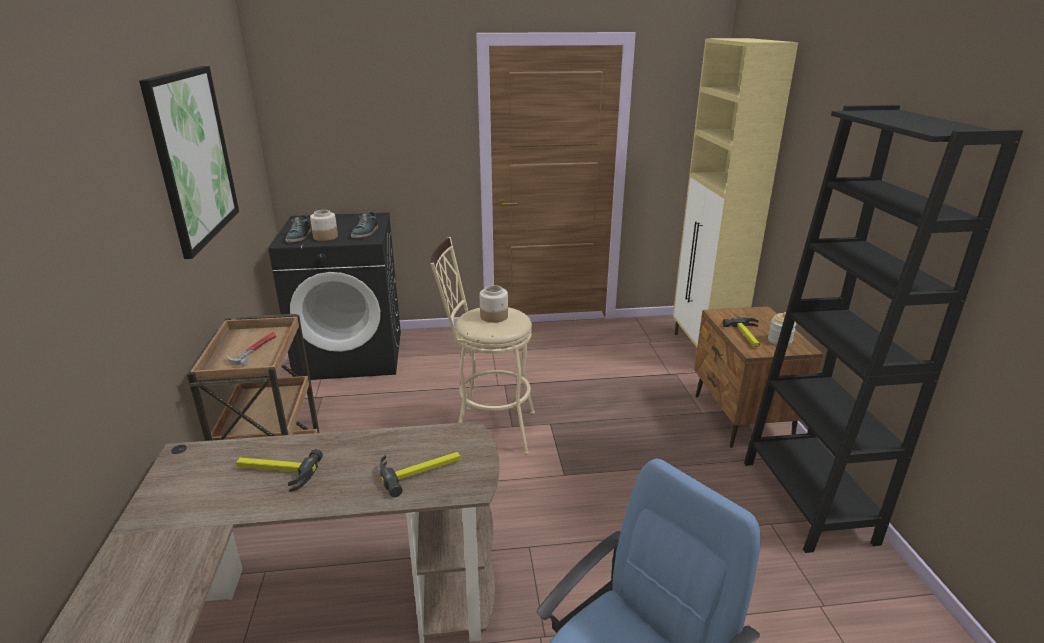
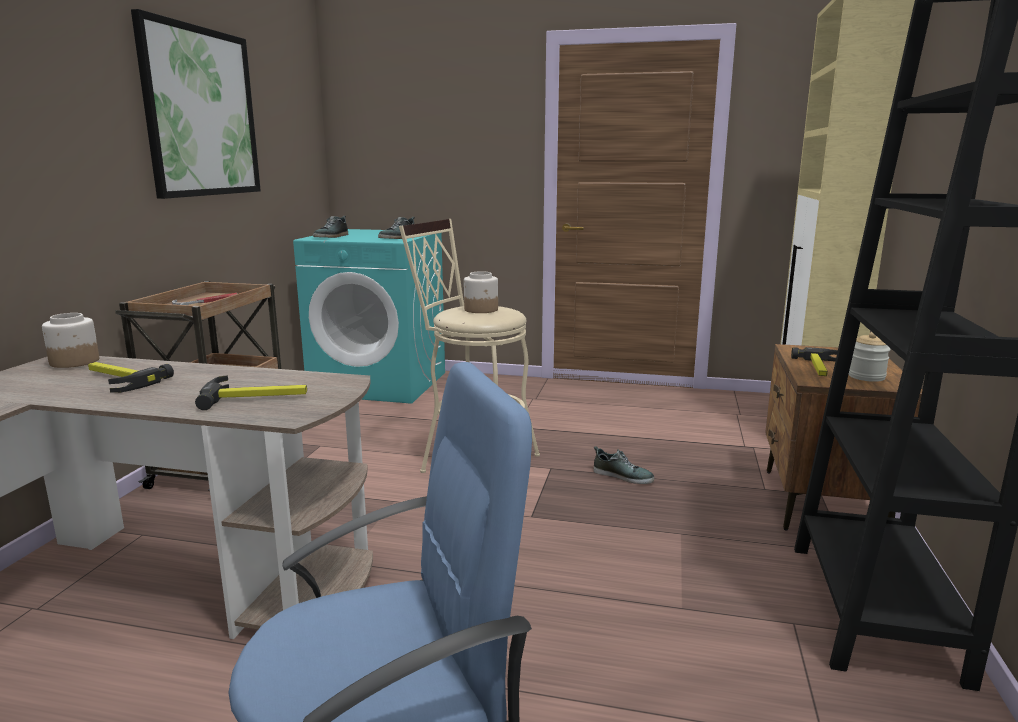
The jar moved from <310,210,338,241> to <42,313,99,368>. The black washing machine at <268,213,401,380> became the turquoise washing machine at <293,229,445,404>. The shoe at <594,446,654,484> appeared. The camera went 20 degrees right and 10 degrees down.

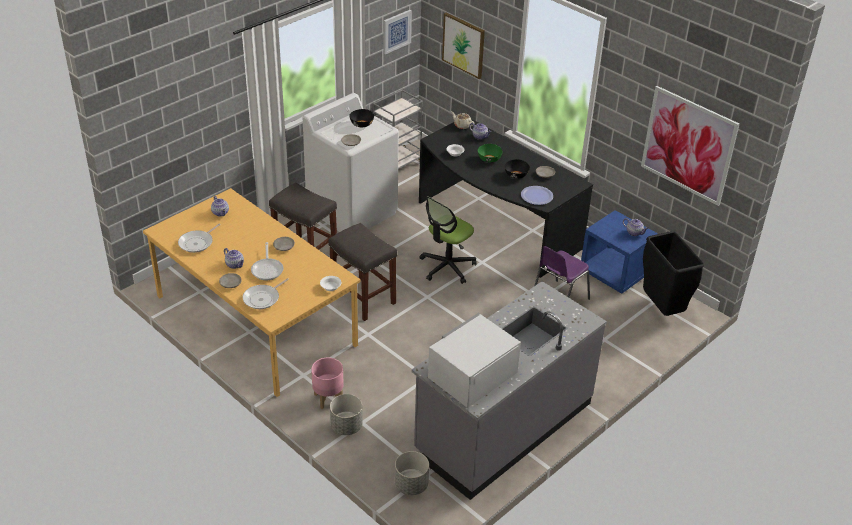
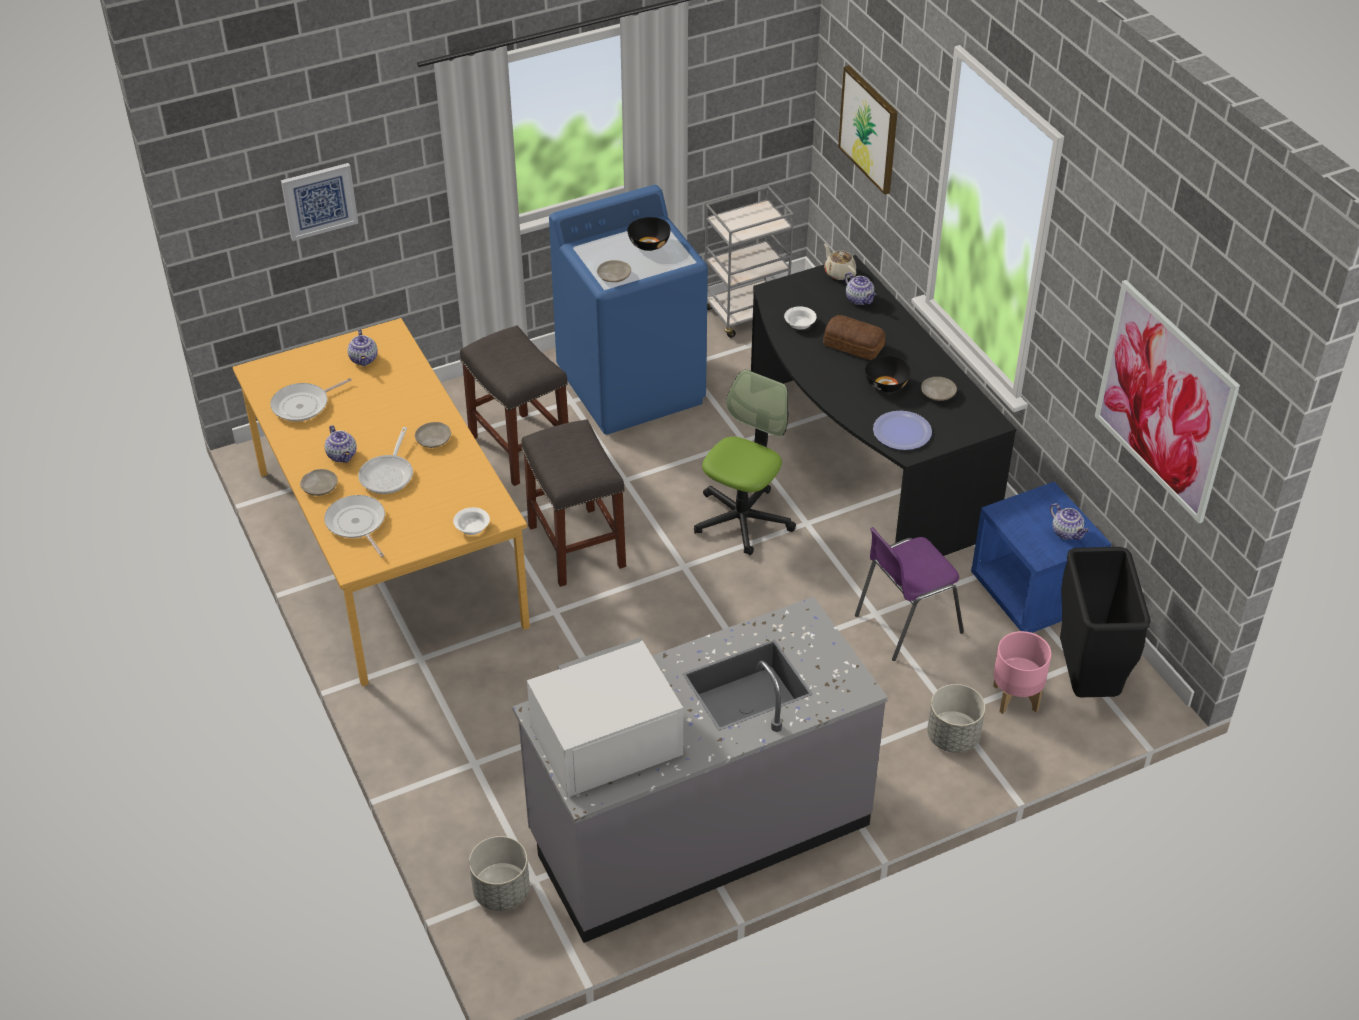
The picture moved from <383,10,412,54> to <281,163,358,241>. The frying pan at <243,278,289,309> turned 90 degrees clockwise. The white washing machine at <303,93,399,232> became the blue washing machine at <549,185,708,435>. The office chair at <419,196,477,284> turned 150 degrees clockwise. The green bowl at <478,144,503,163> was replaced by the bread at <823,315,885,360>. The grey planter moved from <330,394,363,435> to <927,684,985,753>. The pink planter moved from <311,357,344,409> to <993,631,1051,714>. The camera went 20 degrees right and 5 degrees up.

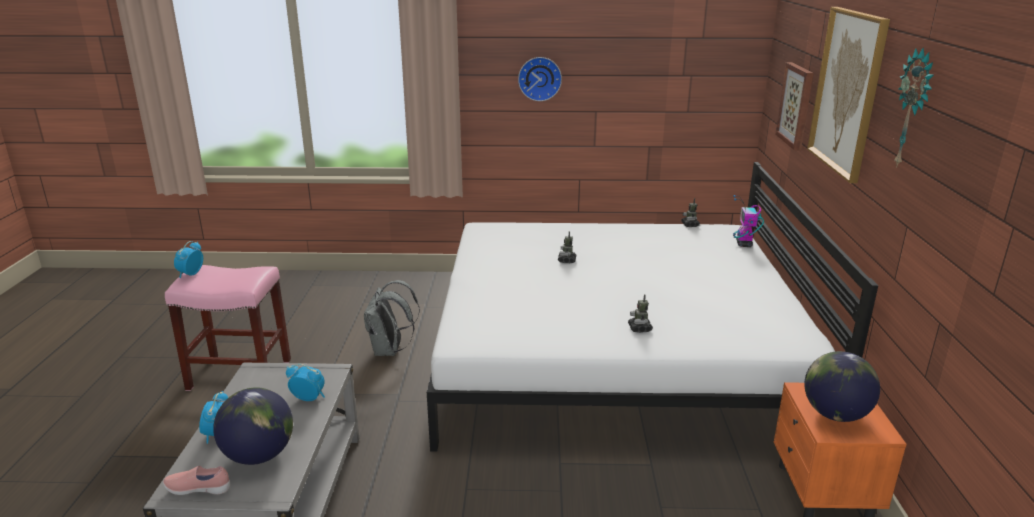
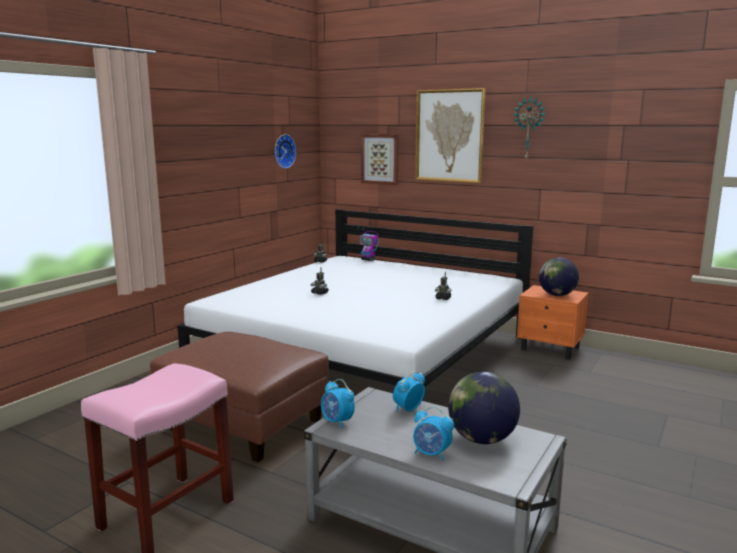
The grey backpack at <364,280,420,356> was replaced by the brown ottoman at <150,332,329,462>. The wall clock moved from <518,57,562,101> to <275,134,296,169>. The alarm clock moved from <174,241,203,278> to <321,379,355,428>. The pink shoe at <163,466,231,495> disappeared. The camera went 60 degrees left and 10 degrees down.

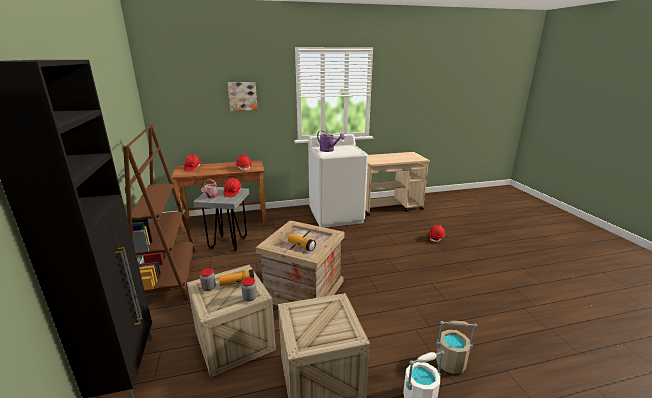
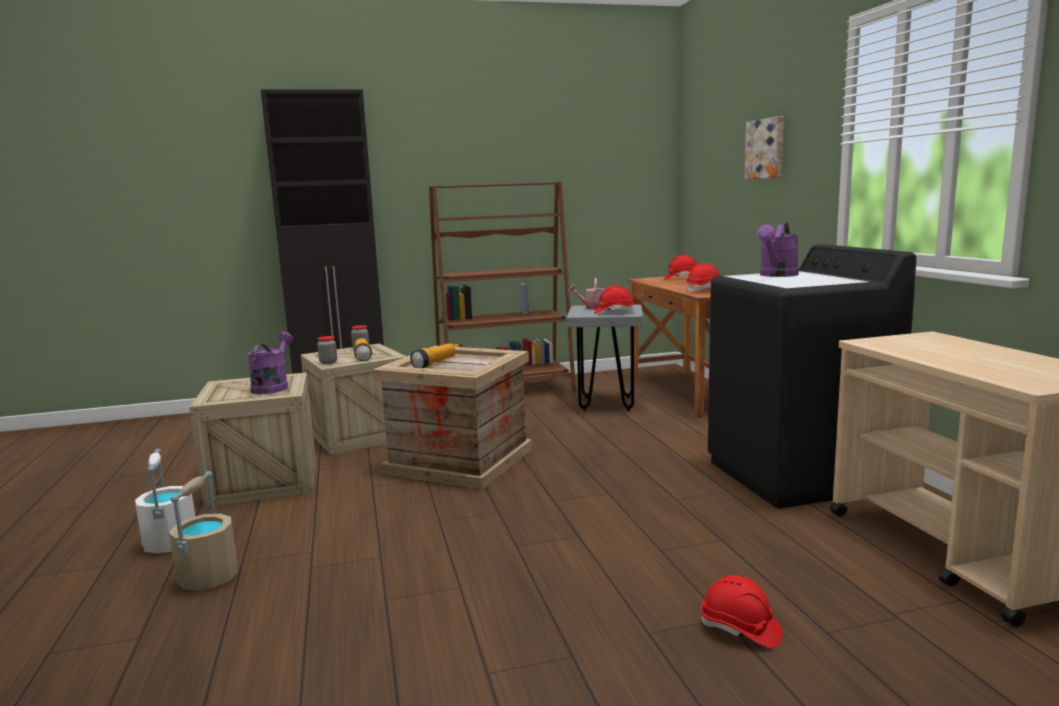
The purple watering can at <247,332,293,394> appeared. The white washing machine at <308,134,368,228> became the black washing machine at <708,244,916,509>. The camera went 90 degrees right and 10 degrees down.

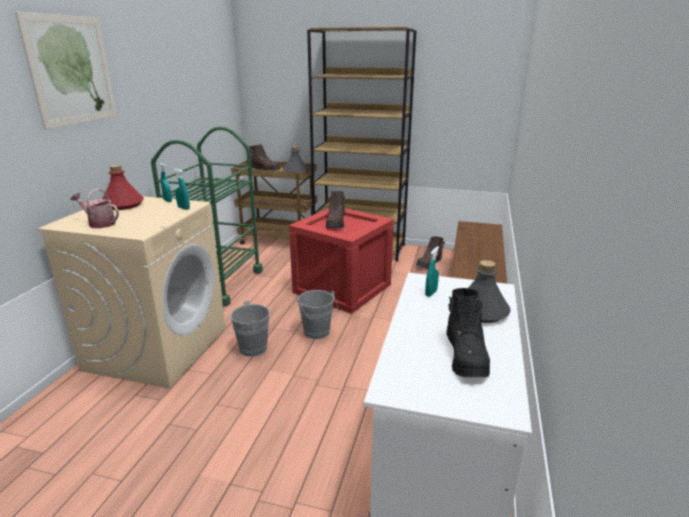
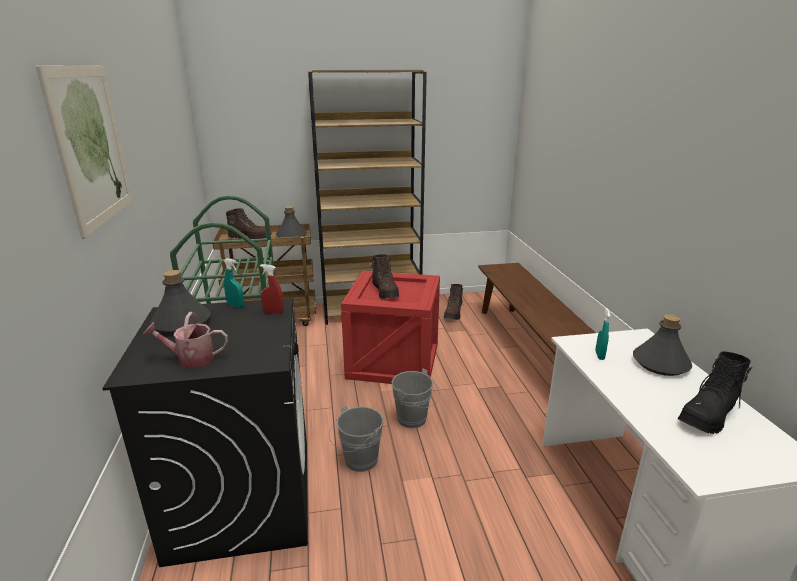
The beige washing machine at <37,196,225,388> became the black washing machine at <102,298,308,567>. The red bottle at <102,165,144,210> became the grey bottle at <150,270,210,334>. The turquoise spray bottle at <174,169,190,210> became the red spray bottle at <260,264,284,314>. The black boot at <446,288,490,377> turned 75 degrees clockwise. The camera went 25 degrees left and 0 degrees up.

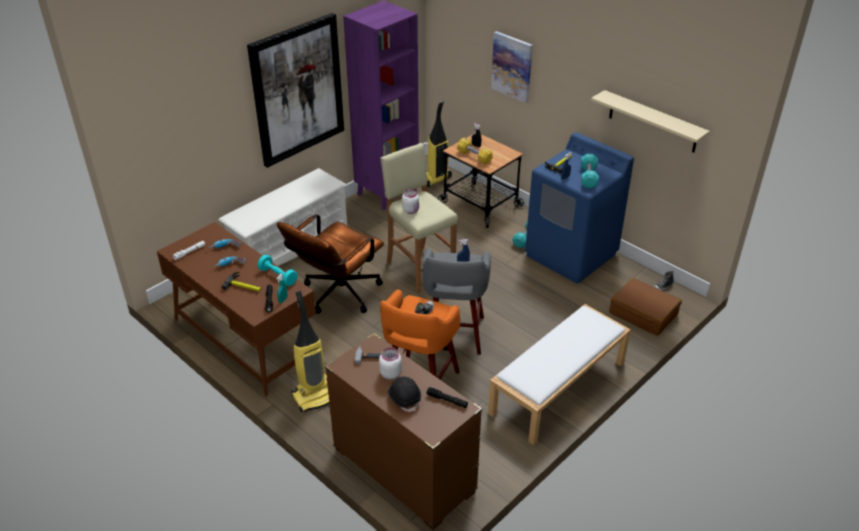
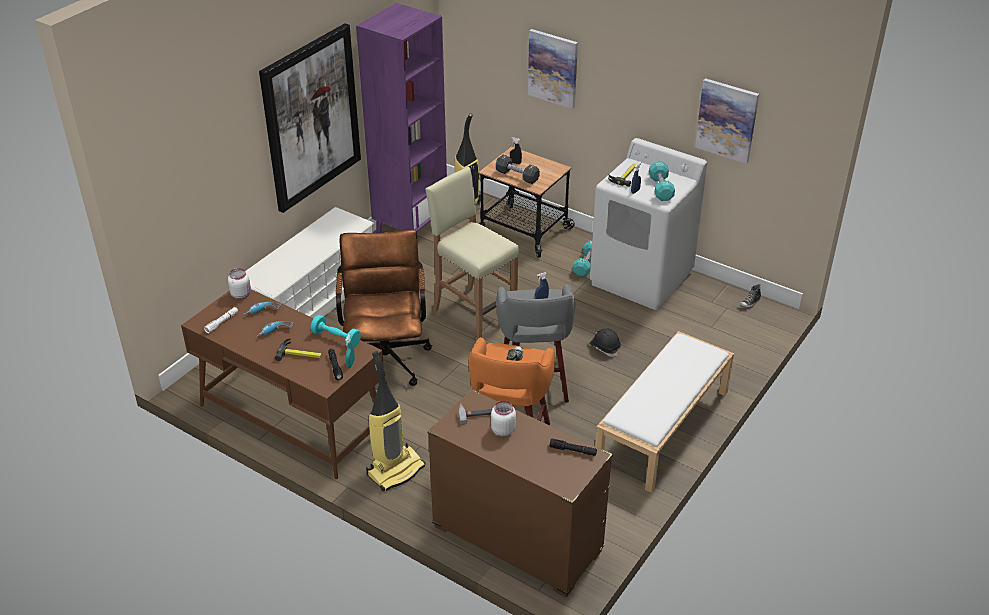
The white jar moved from <402,189,419,214> to <228,268,251,299>. The brown office chair at <277,214,384,314> turned 150 degrees clockwise. The yellow dumbbell at <457,137,493,165> became the black dumbbell at <496,155,540,184>. The black hard hat moved from <387,377,421,412> to <589,328,621,357>. The blue washing machine at <525,132,634,283> became the white washing machine at <590,138,707,310>. The beige shelf at <591,90,710,153> was replaced by the picture at <695,78,759,164>. The brown suitcase at <609,278,682,336> disappeared. The camera went 10 degrees left and 0 degrees up.

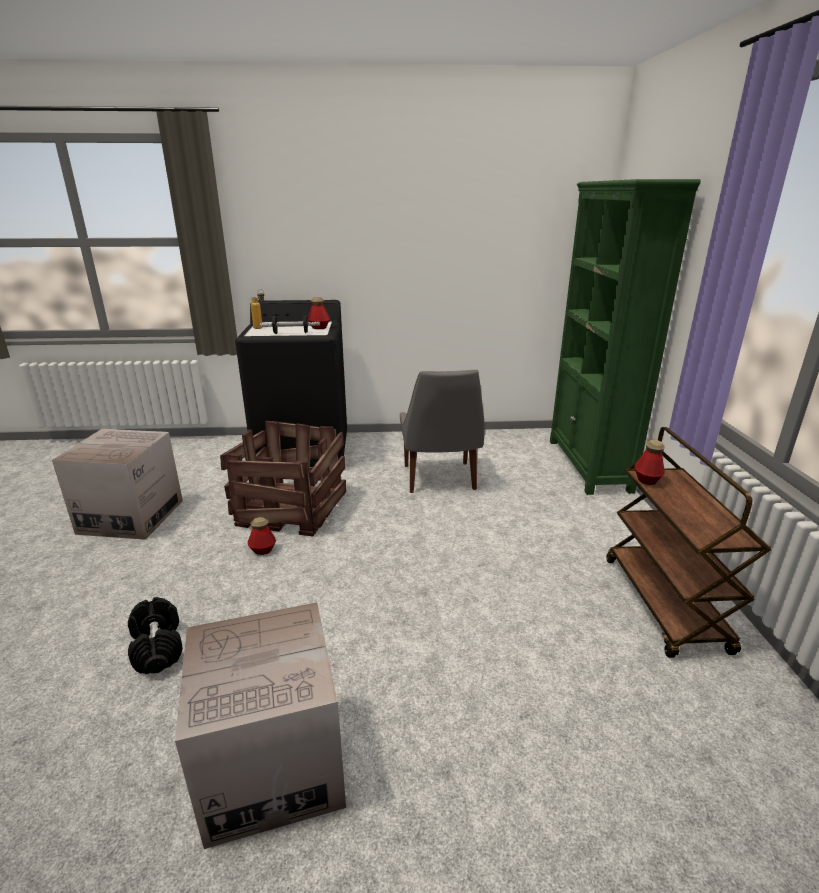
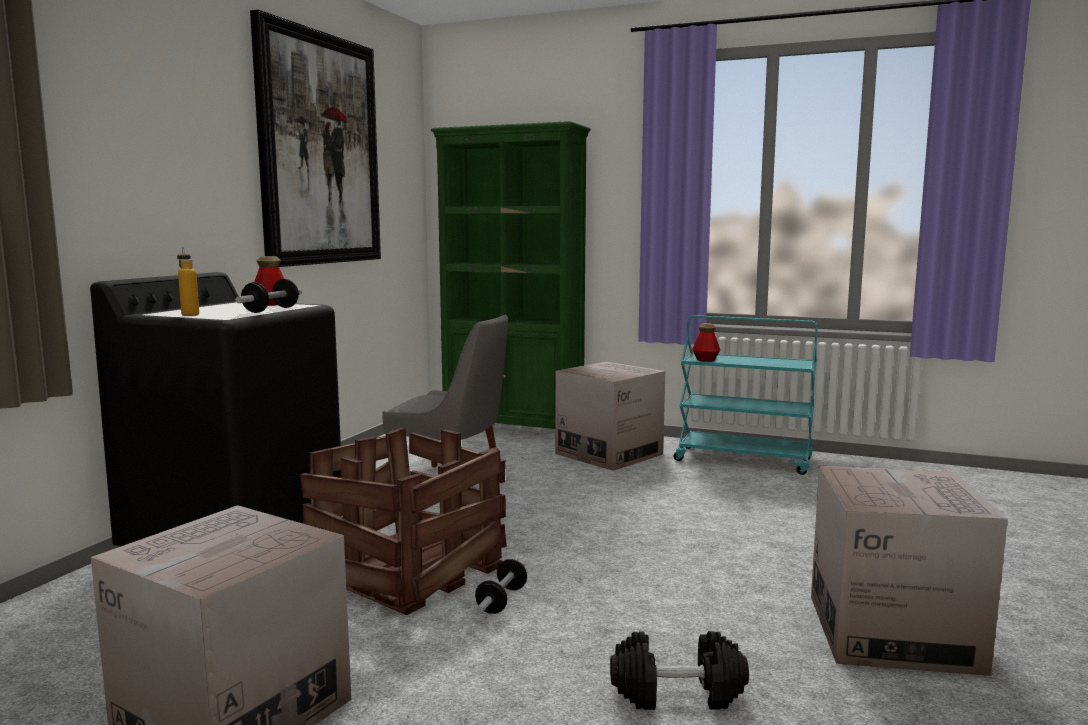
The picture at <250,10,381,267> appeared. The bottle at <247,517,276,555> was replaced by the dumbbell at <475,559,527,614>. The cardboard box at <555,361,665,471> appeared. The brown cart at <606,427,772,658> became the turquoise cart at <674,315,817,475>. The camera went 65 degrees left and 15 degrees down.

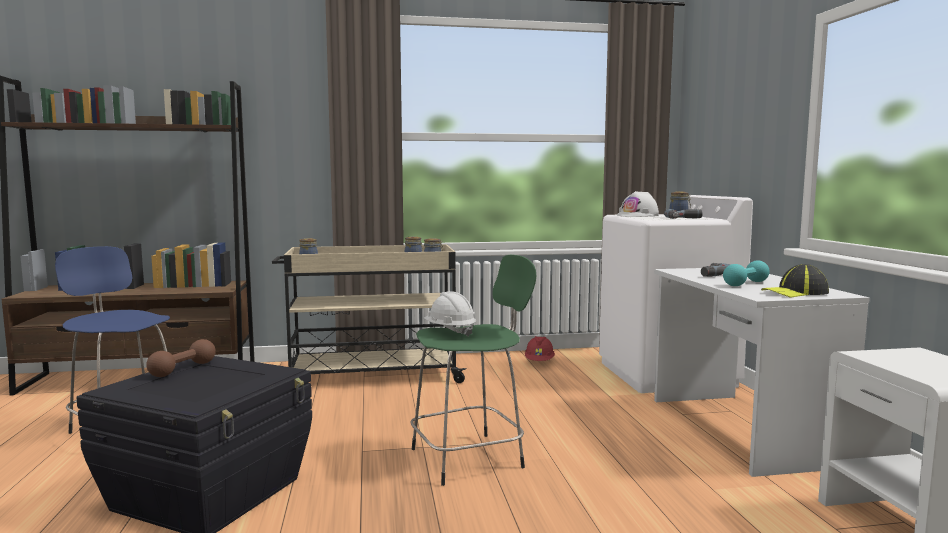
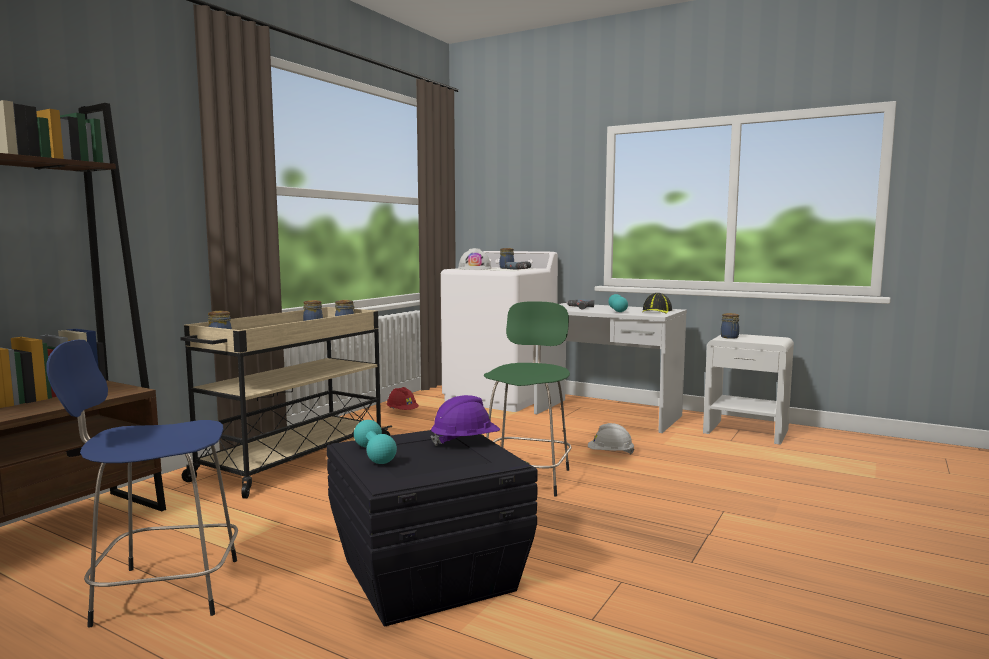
The brown dumbbell at <146,339,216,377> became the turquoise dumbbell at <354,420,397,464>. The purple hard hat at <430,395,500,446> appeared. The white hard hat moved from <424,291,477,337> to <588,423,634,454>. The jar at <721,313,739,339> appeared. The camera went 50 degrees left and 0 degrees up.

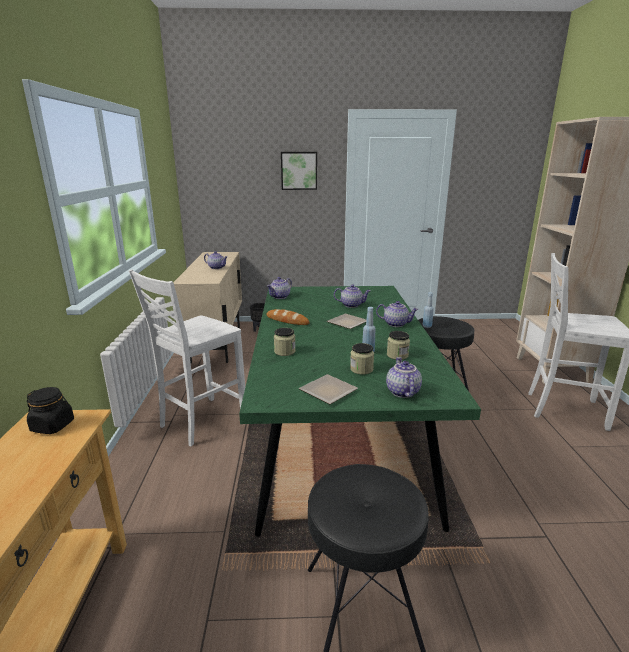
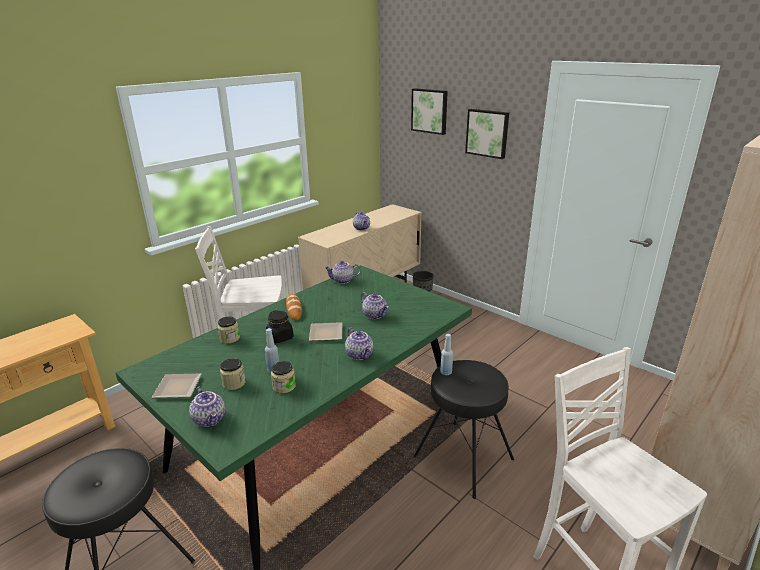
The teapot at <386,357,422,398> turned 105 degrees clockwise. The black jar moved from <27,387,74,434> to <266,310,294,343>. The picture at <411,88,448,135> appeared. The camera went 45 degrees right and 5 degrees up.

